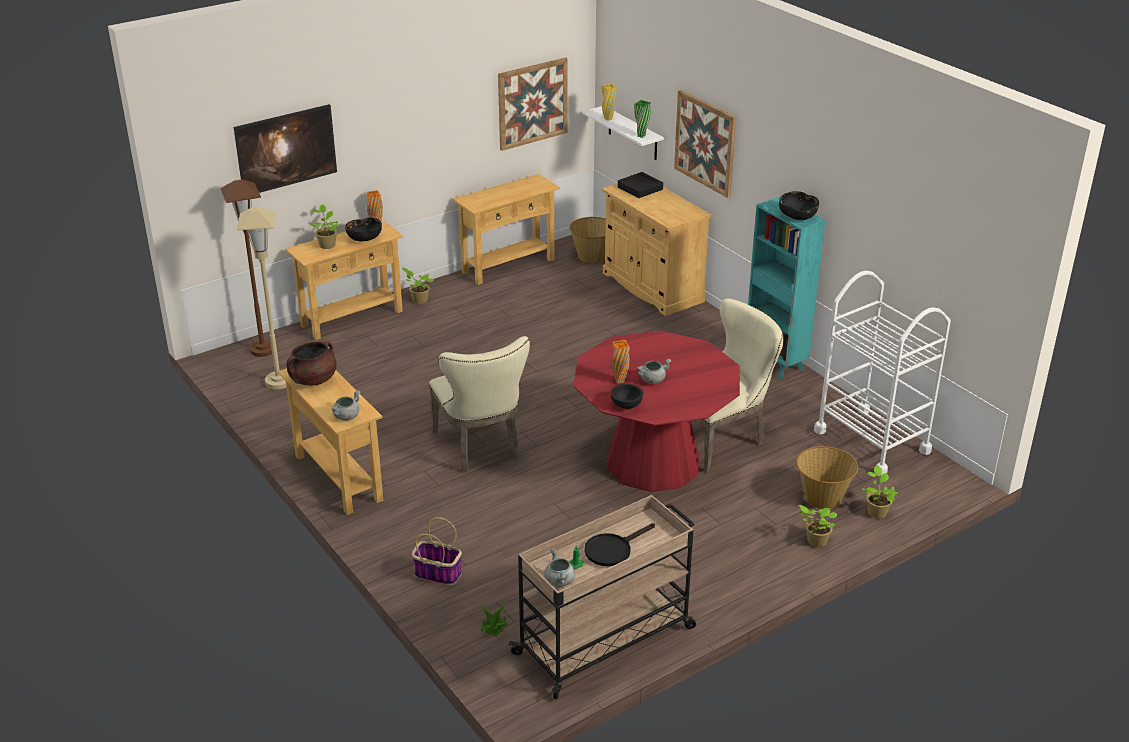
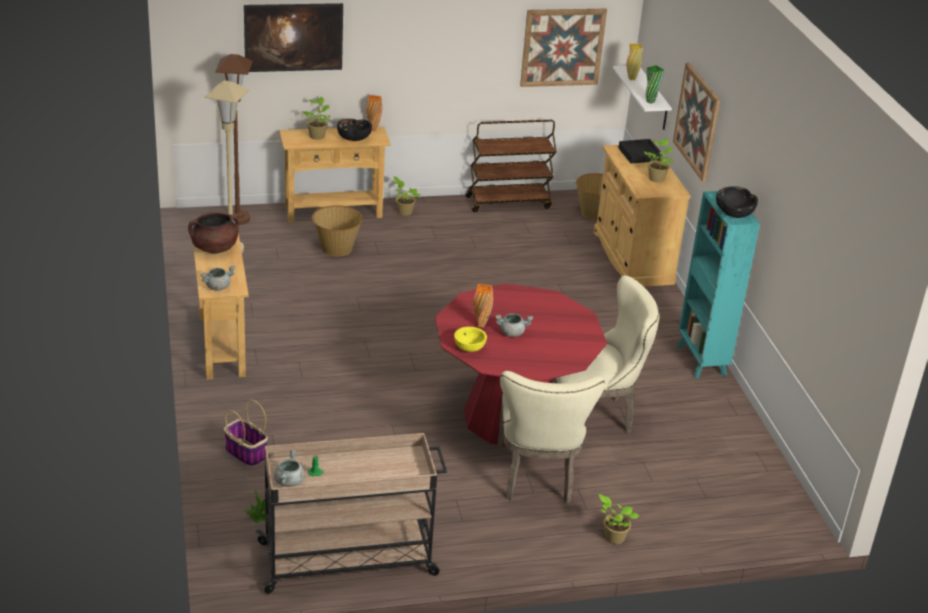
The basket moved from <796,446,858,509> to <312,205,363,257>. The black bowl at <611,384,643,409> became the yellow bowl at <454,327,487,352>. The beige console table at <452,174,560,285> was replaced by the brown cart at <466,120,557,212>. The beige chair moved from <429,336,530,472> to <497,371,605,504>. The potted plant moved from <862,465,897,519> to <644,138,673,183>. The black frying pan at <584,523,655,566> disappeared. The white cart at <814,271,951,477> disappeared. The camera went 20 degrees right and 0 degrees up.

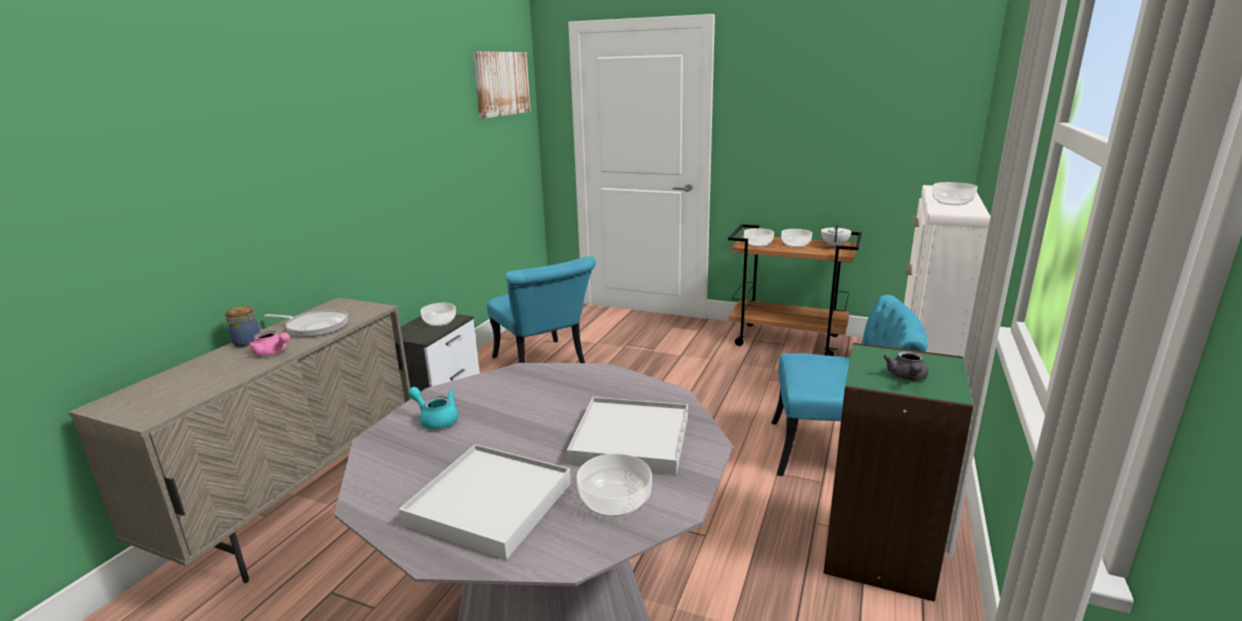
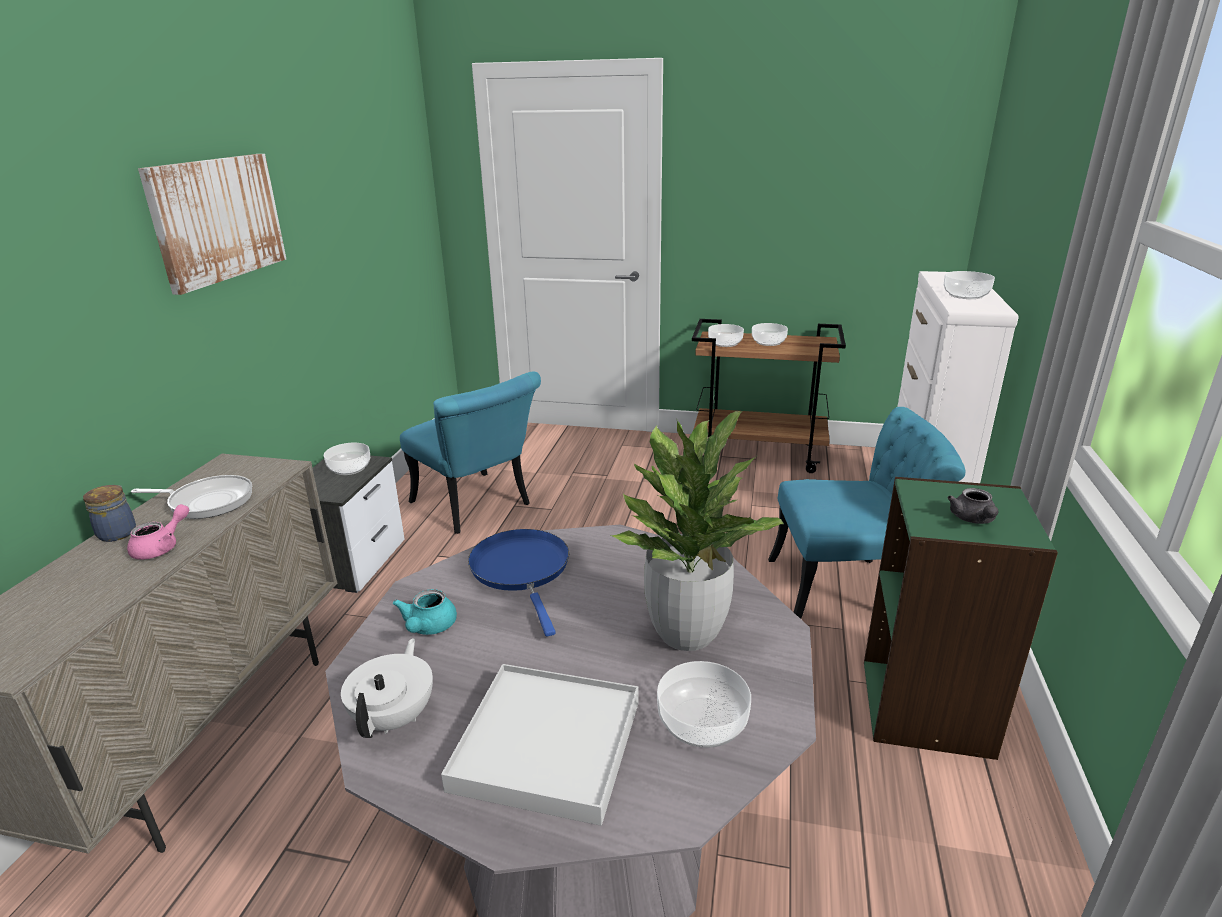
The pink teapot at <248,331,290,356> turned 75 degrees counterclockwise. The picture moved from <473,51,531,118> to <138,154,286,295>. The white teapot moved from <821,224,851,248> to <341,638,433,738>. The turquoise teapot at <408,387,459,429> turned 105 degrees counterclockwise. The blue frying pan at <468,529,569,637> appeared. The white tray at <567,397,688,475> was replaced by the potted plant at <611,411,784,651>. The camera went 10 degrees left and 5 degrees up.

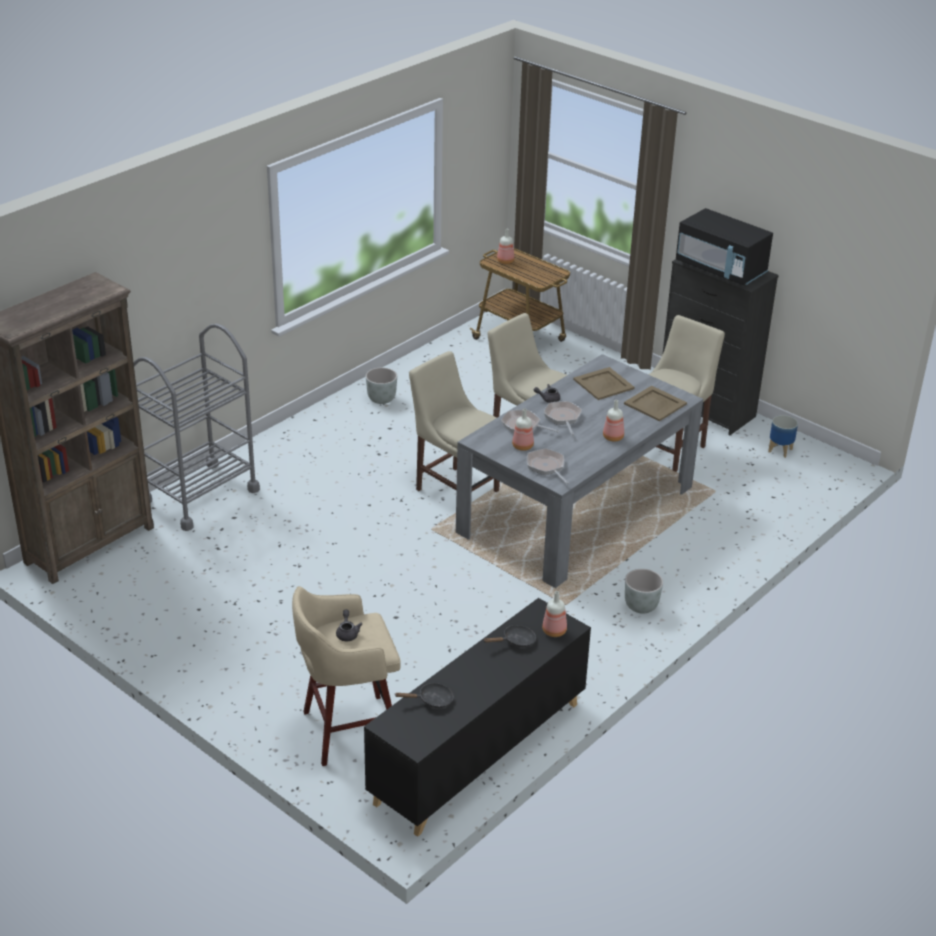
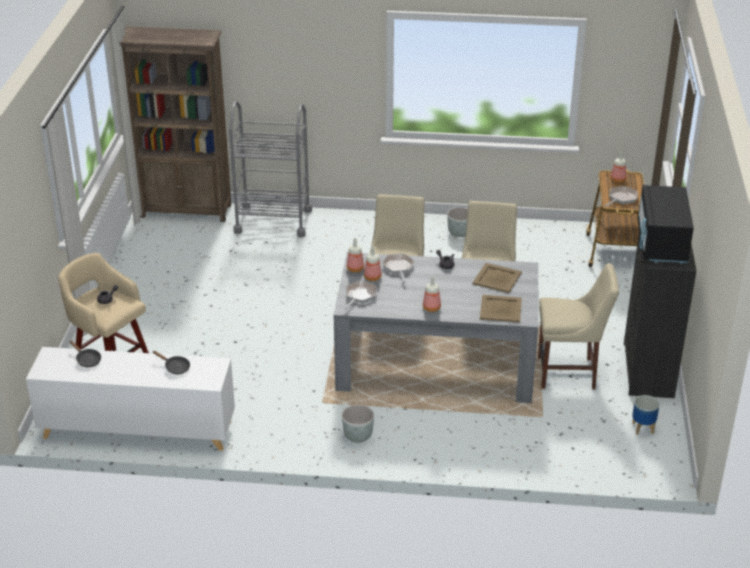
The black cabinet at <364,598,591,837> became the white cabinet at <26,347,235,451>. The bottle moved from <542,591,567,637> to <347,238,364,272>. The frying pan moved from <544,401,582,435> to <605,186,638,207>. The camera went 55 degrees right and 0 degrees up.

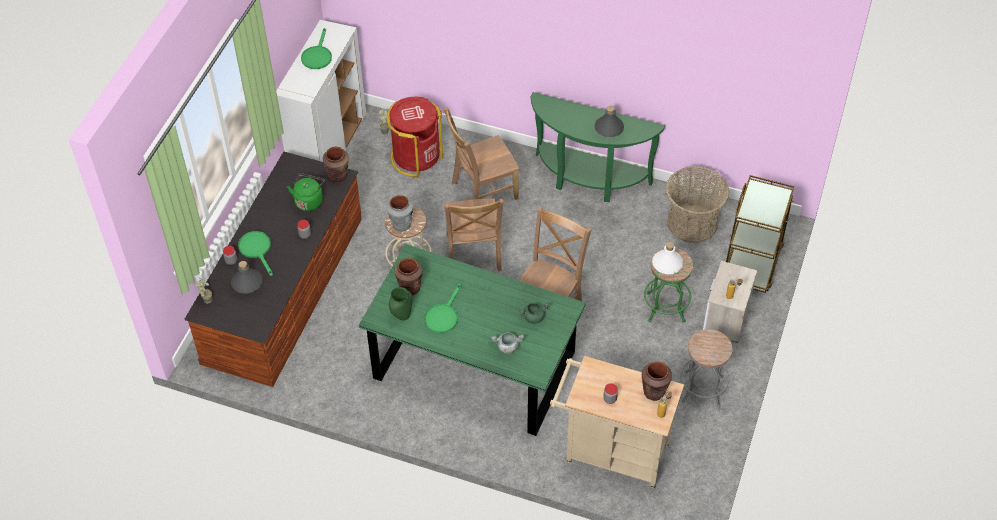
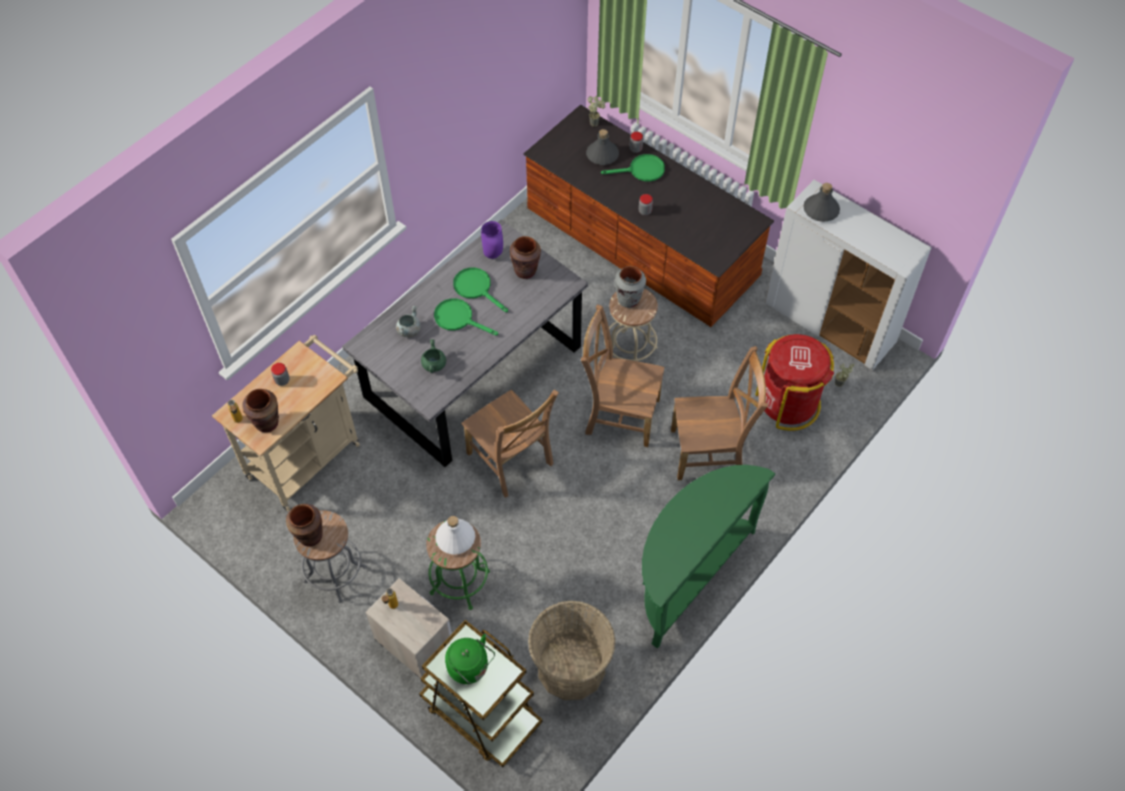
The brown vase moved from <323,147,349,183> to <286,504,323,547>. The green dining table at <359,244,586,436> became the grey dining table at <342,219,588,467>. The green frying pan moved from <301,28,332,69> to <434,298,498,336>. The green kettle moved from <287,173,325,211> to <445,634,495,684>. The green vase at <389,287,413,320> became the purple vase at <481,221,503,259>. The brown chair at <443,107,519,200> turned 90 degrees clockwise. The grey bottle moved from <595,106,624,137> to <803,183,840,222>. The camera went 110 degrees right and 5 degrees up.

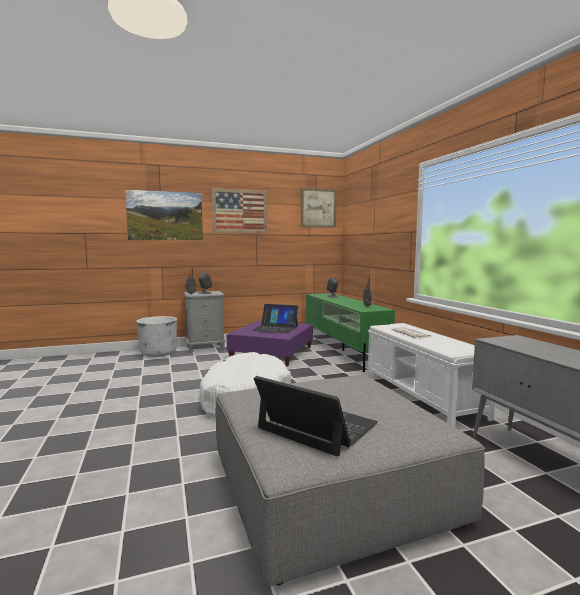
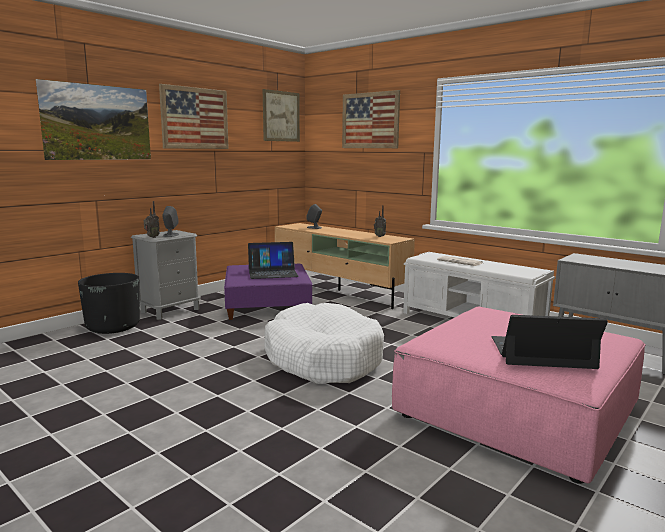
The white planter at <136,316,177,357> became the black planter at <78,273,140,334>. The green tv stand at <306,293,395,372> became the beige tv stand at <275,223,415,309>. The picture at <342,90,400,148> appeared. The grey ottoman at <215,375,485,587> became the pink ottoman at <392,306,646,484>. The camera went 30 degrees left and 5 degrees up.

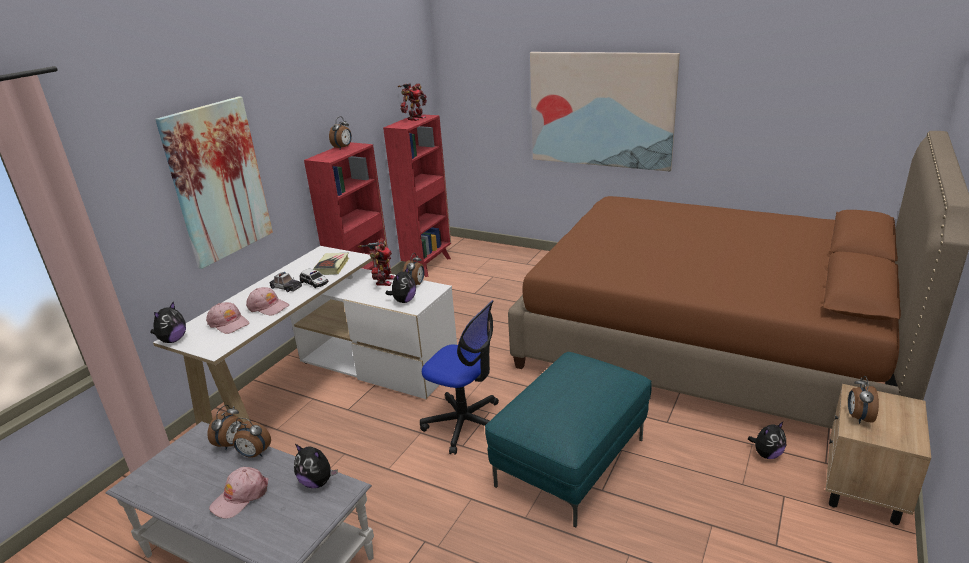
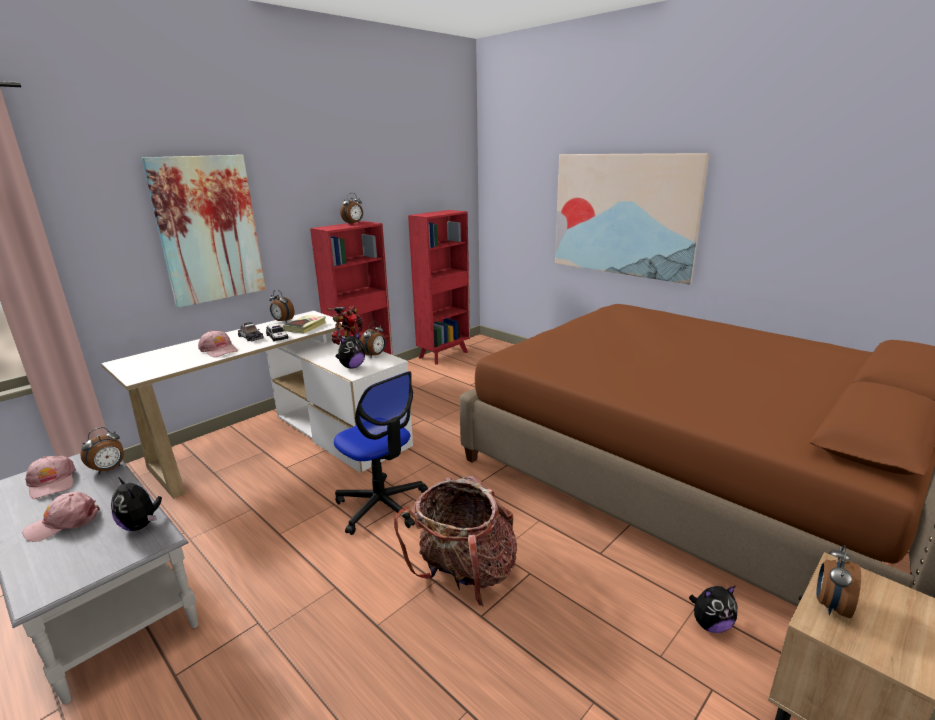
The pink cap moved from <206,302,249,334> to <25,456,76,499>. The alarm clock moved from <231,418,271,458> to <269,290,295,323>. The turquoise ottoman at <485,352,652,528> was replaced by the backpack at <394,476,517,607>. The plush toy at <150,301,186,343> disappeared. The toy robot at <398,83,427,121> disappeared. The camera went 15 degrees right and 5 degrees down.

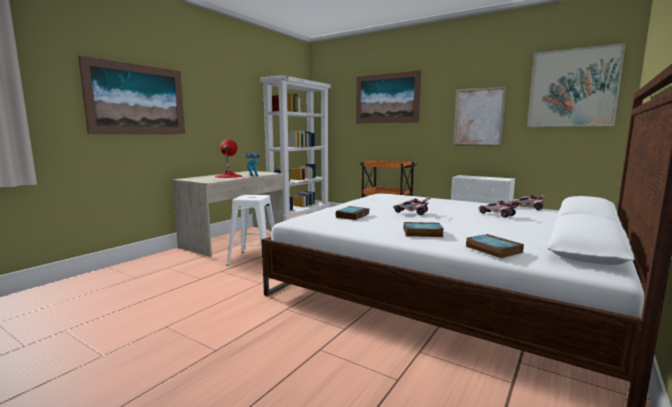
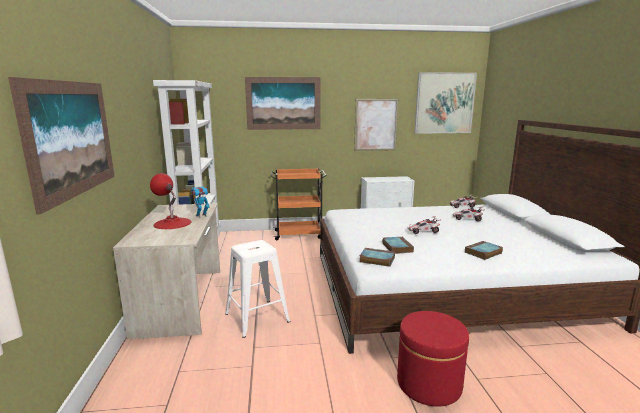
The book moved from <465,234,524,258> to <359,248,395,267>. The red ottoman at <397,311,469,407> appeared. The camera went 40 degrees left and 5 degrees up.

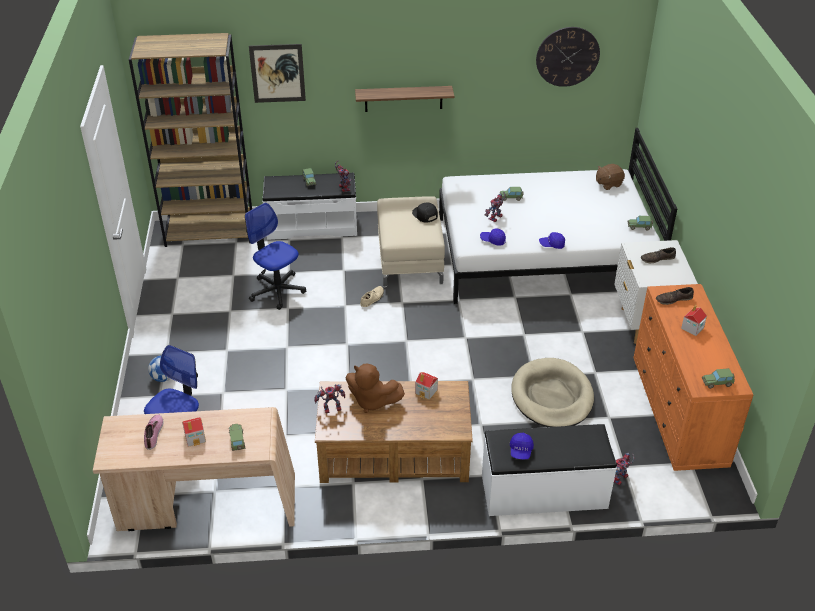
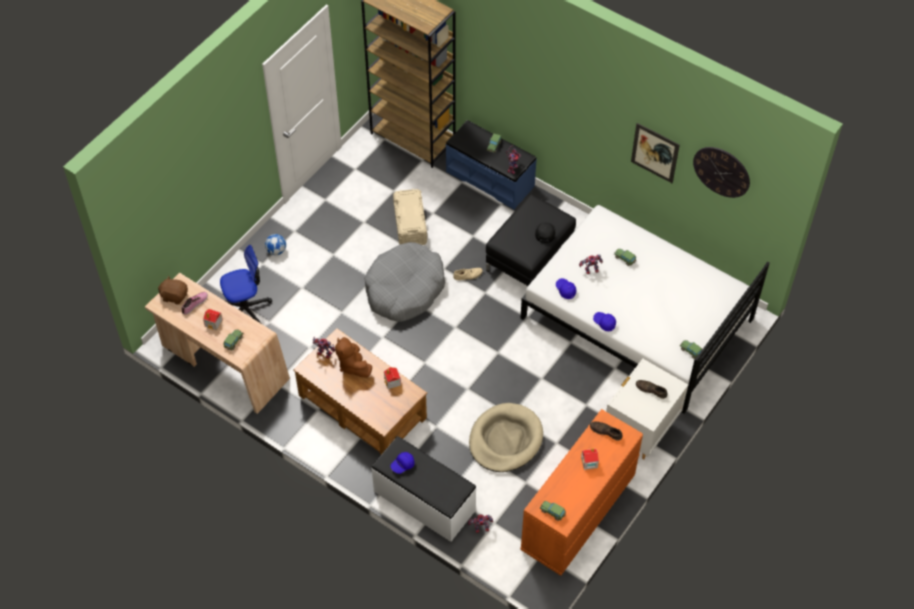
The brown plush toy moved from <596,164,625,190> to <158,276,188,305>. The grey dog bed at <364,242,445,322> appeared. The office chair at <245,203,307,310> was replaced by the beige storage box at <393,189,427,245>. The white bench at <263,173,357,240> became the blue bench at <446,120,537,209>. The beige ottoman at <377,196,445,287> became the black ottoman at <486,194,576,286>. The picture moved from <249,44,306,103> to <631,123,680,183>. The shelf at <355,86,454,112> disappeared. The camera went 40 degrees right and 15 degrees up.

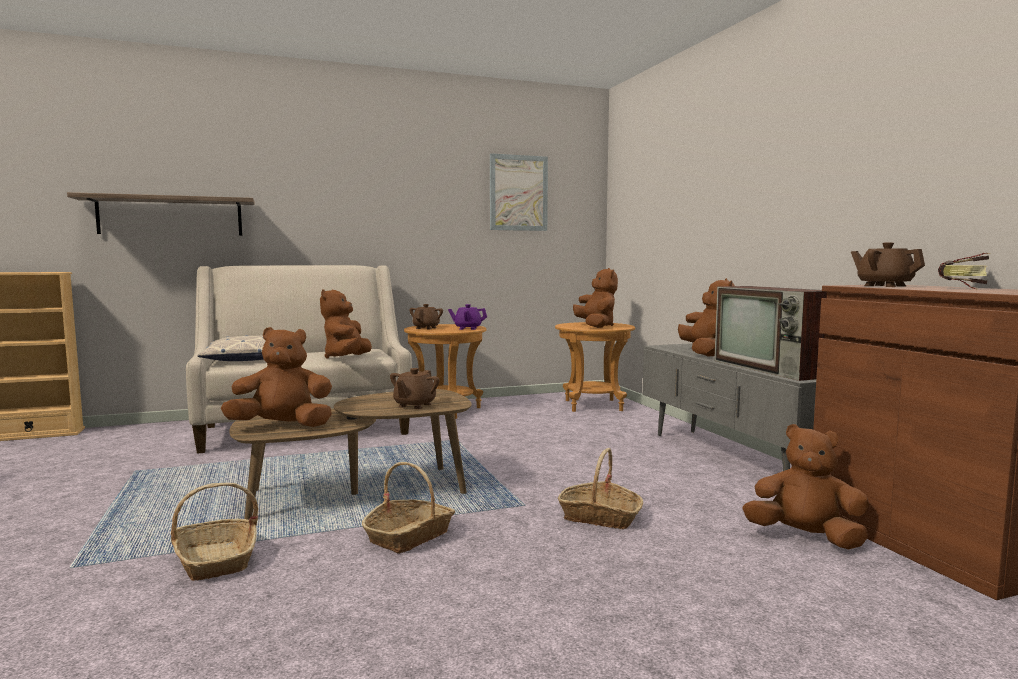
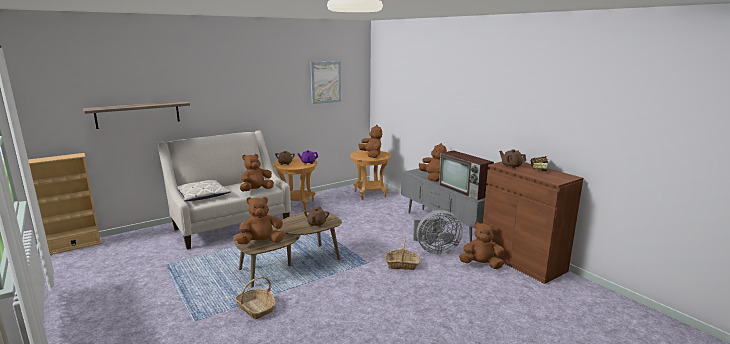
The brown plush toy at <320,289,372,359> turned 60 degrees clockwise. The grey fan at <413,210,463,254> appeared. The basket at <362,462,455,554> disappeared. The camera went 15 degrees left and 10 degrees up.

